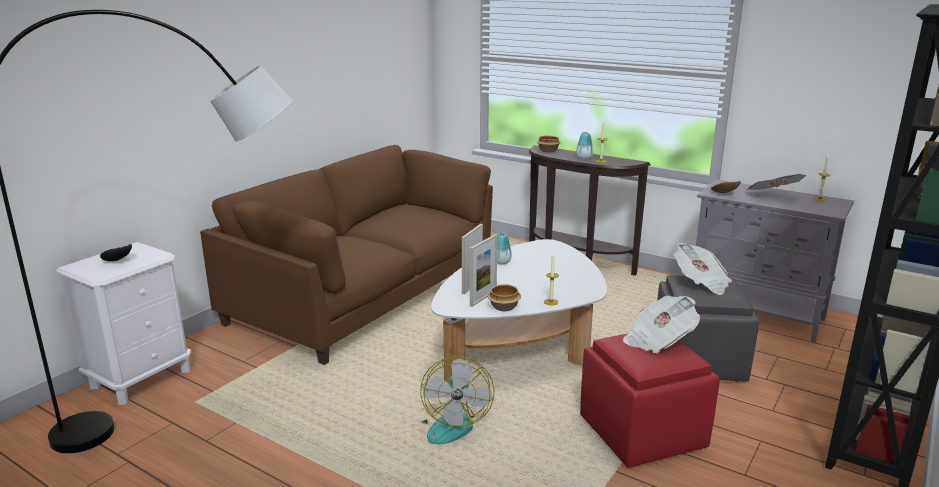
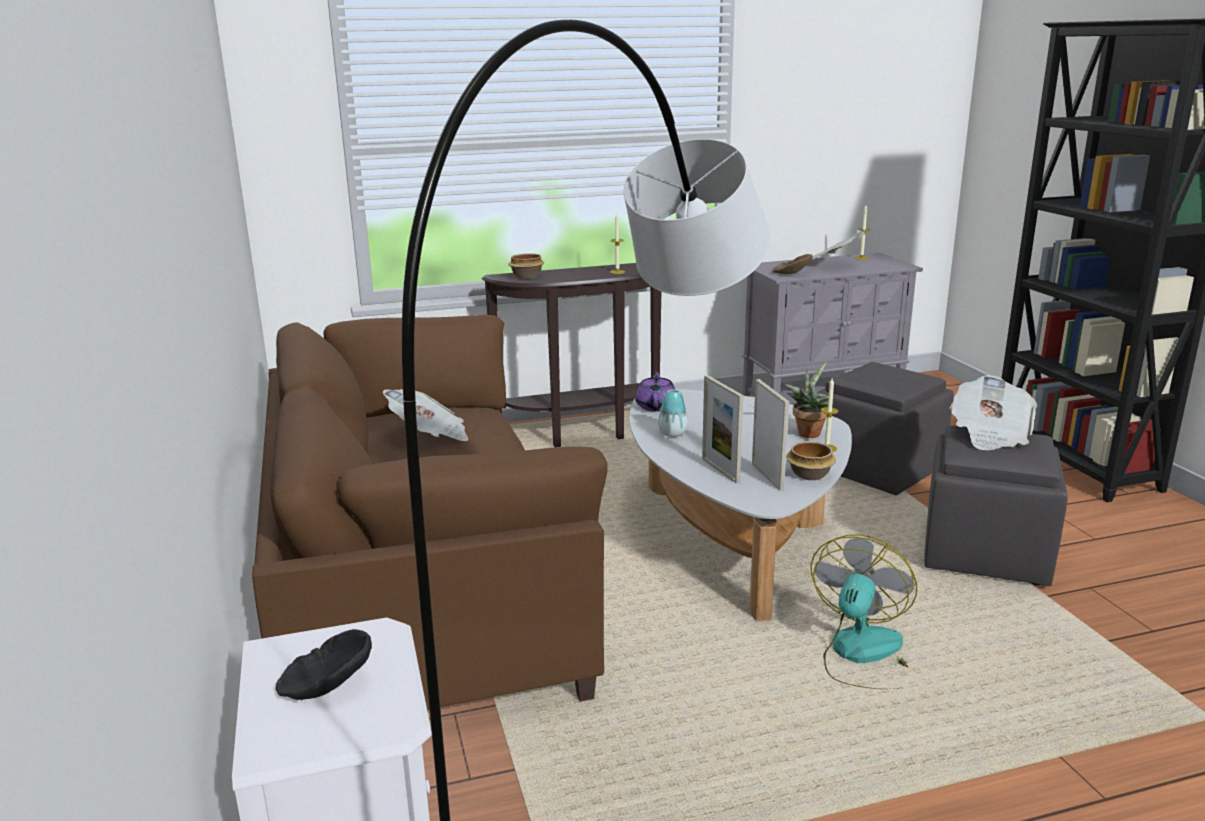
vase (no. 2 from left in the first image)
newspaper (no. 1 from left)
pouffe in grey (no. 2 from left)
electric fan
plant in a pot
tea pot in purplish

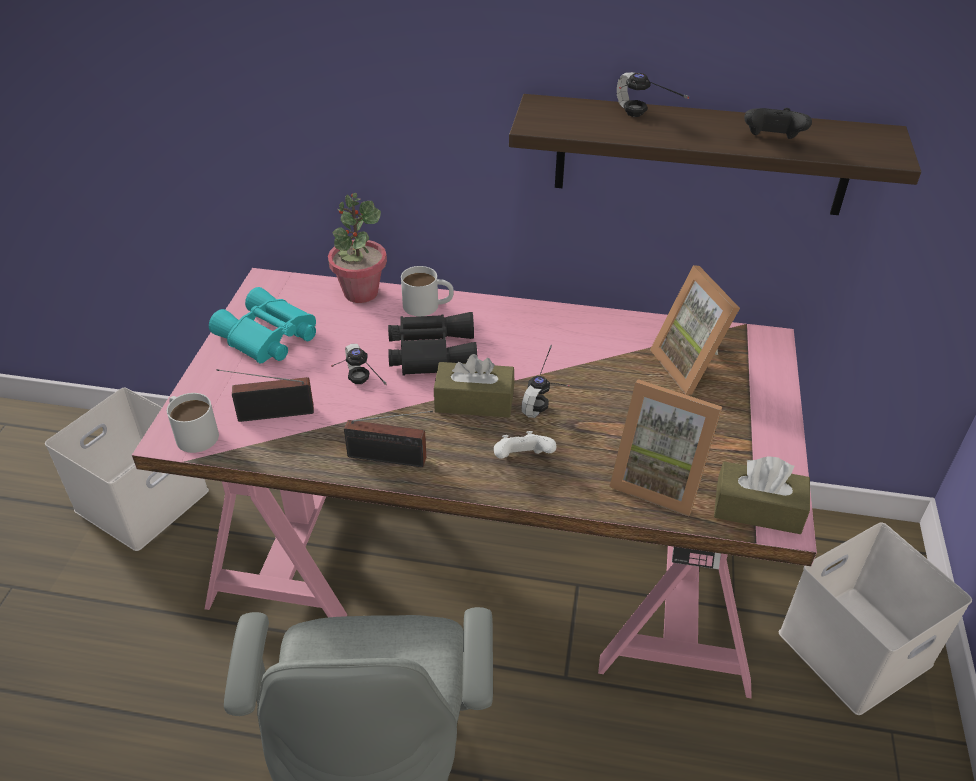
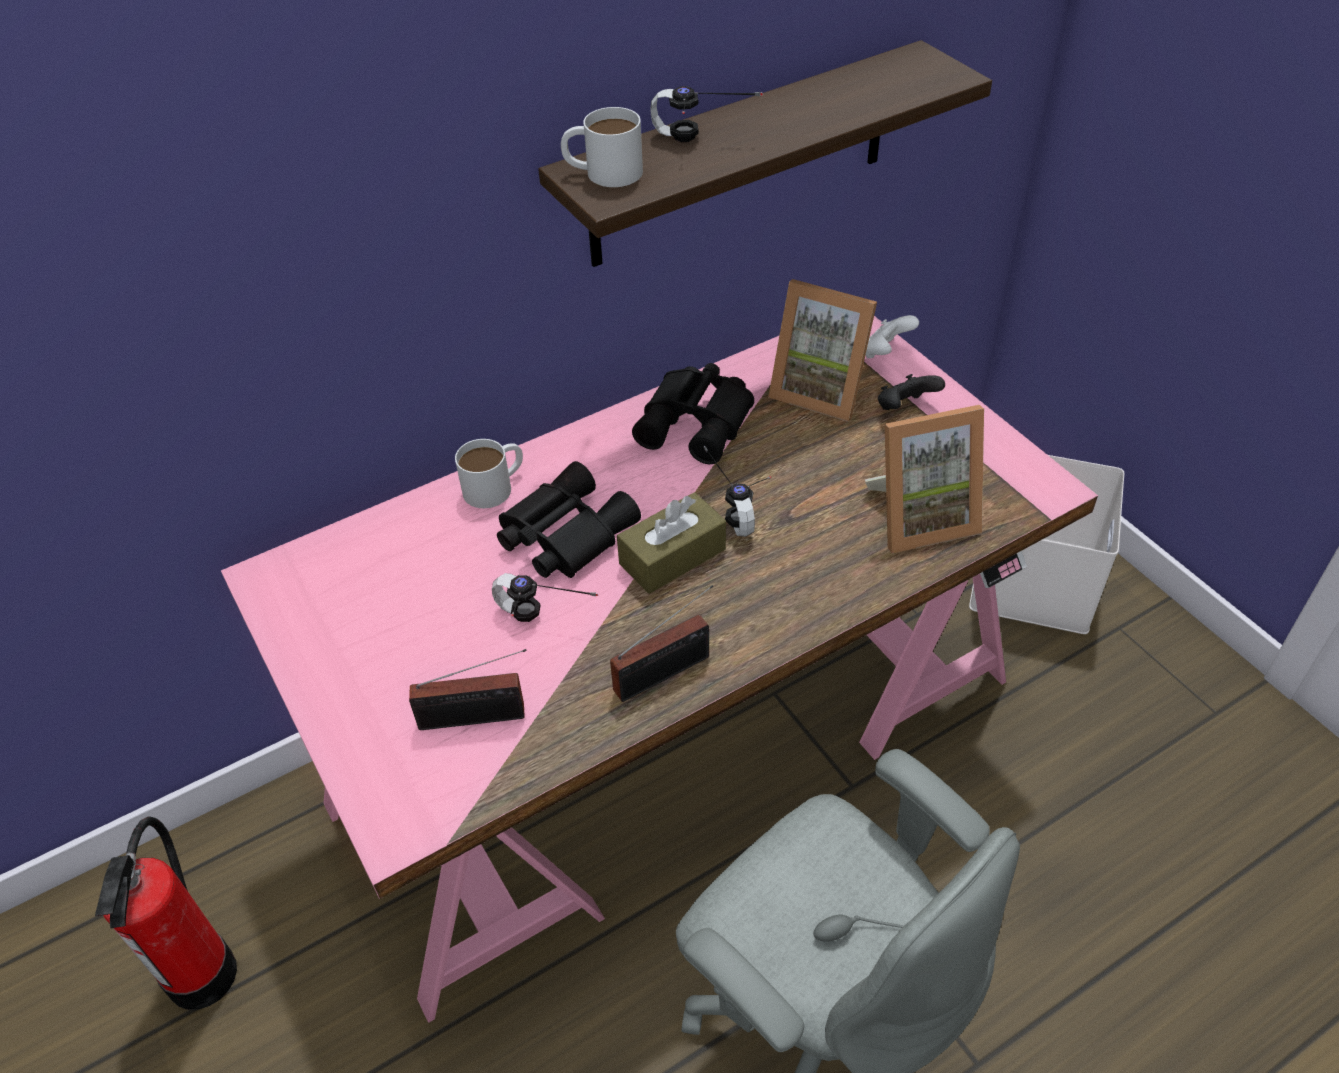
joypad in blackish
plant in a pot
binoculars in turquoise
radio (no. 1 from left)
fire-fighting cylinder
tea mug in whitish (no. 2 from left)
joypad in whitish
tissue box in brown (no. 2 from left in the first image)
binoculars in blackish (no. 2 from left)

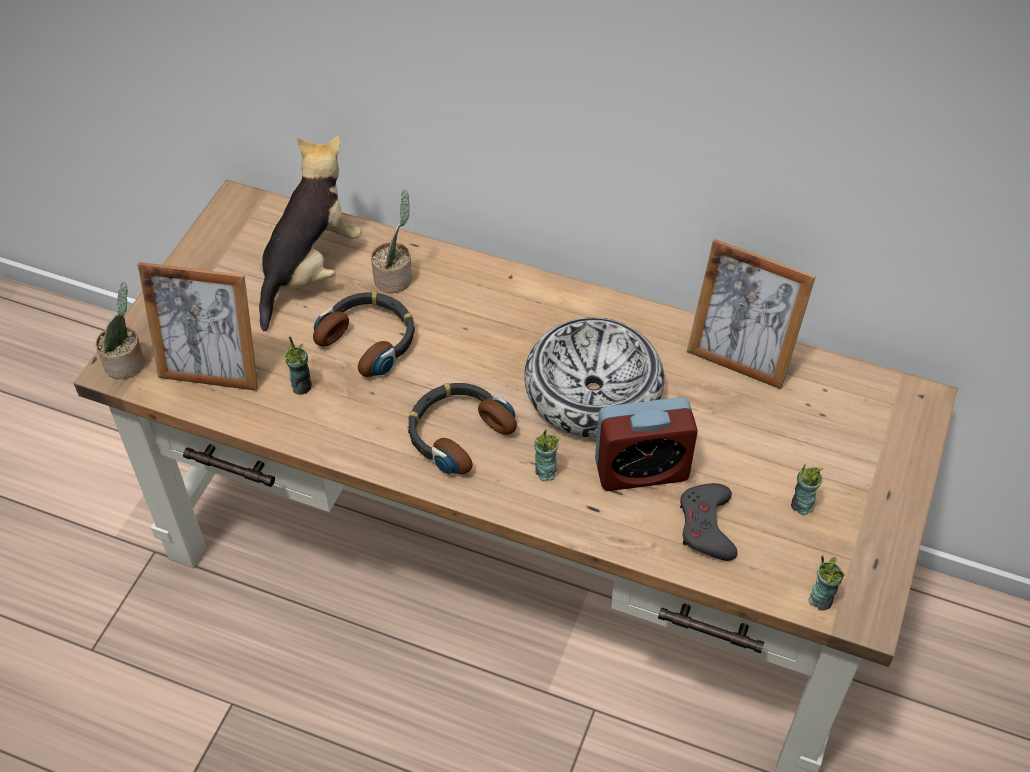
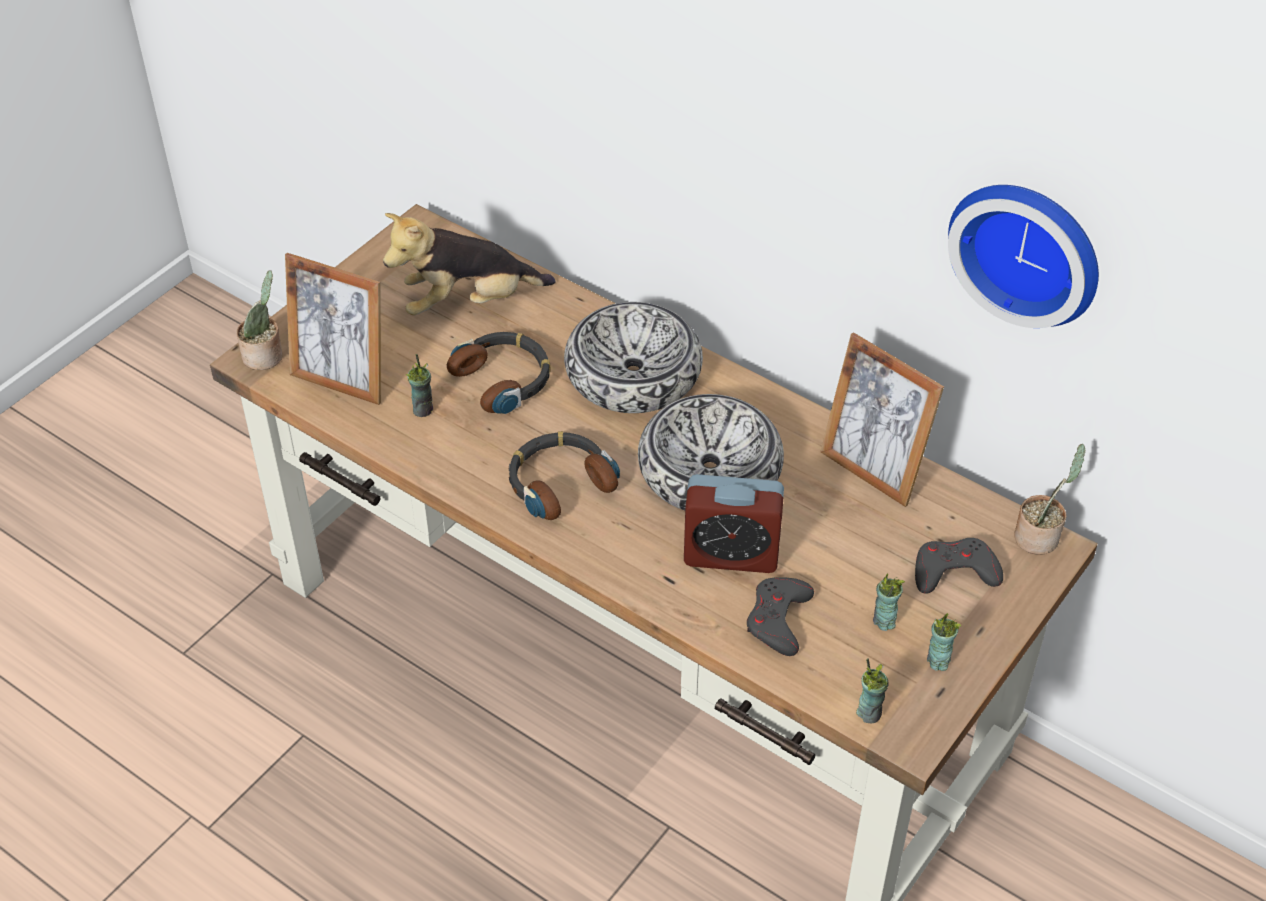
cuddly toy
plant in a pot (no. 2 from left)
small cup (no. 4 from left)
wall clock
bowl (no. 1 from left)
joypad in grey (no. 2 from left)

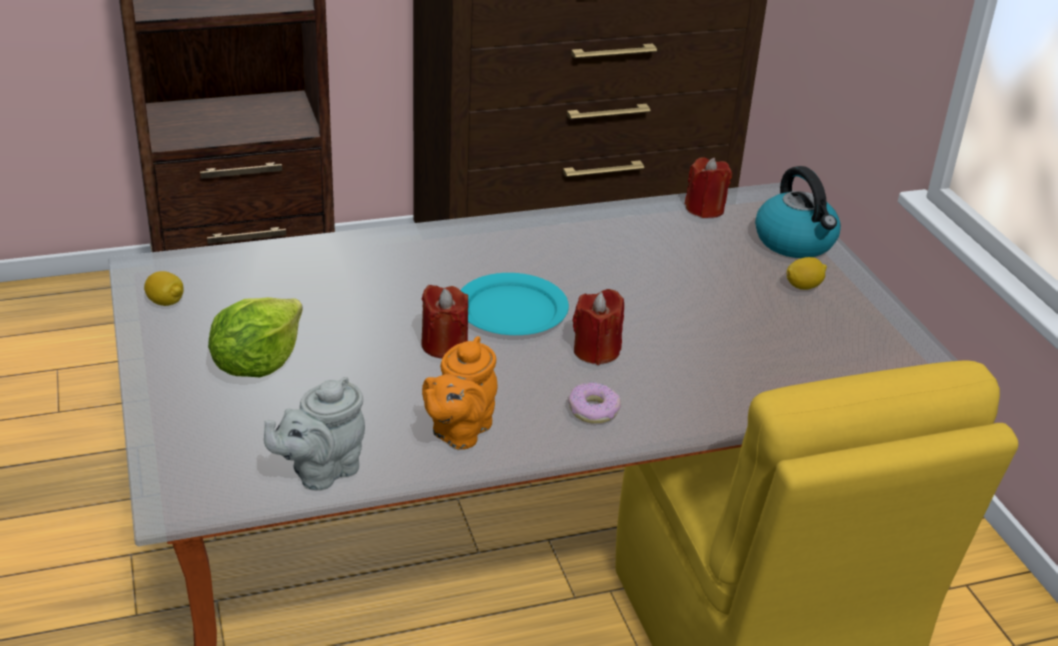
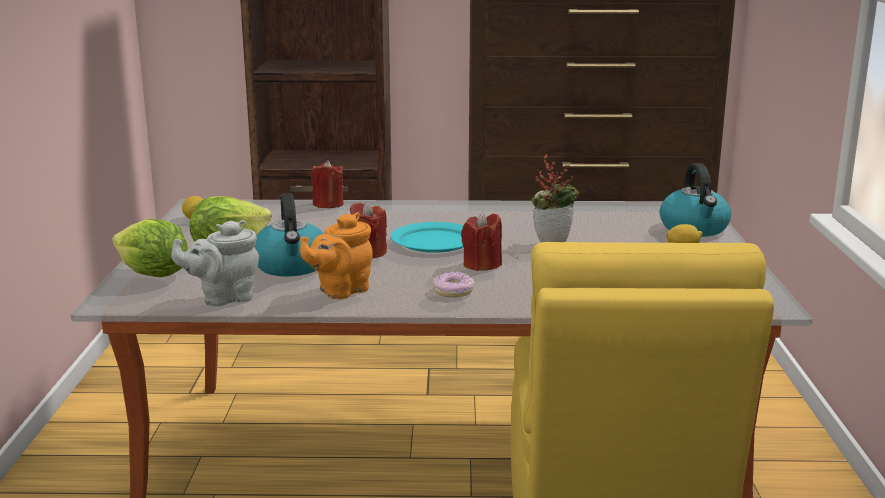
candle in reddish (no. 1 from left)
plant in a pot
tea kettle (no. 1 from left)
head of lettuce (no. 1 from left)

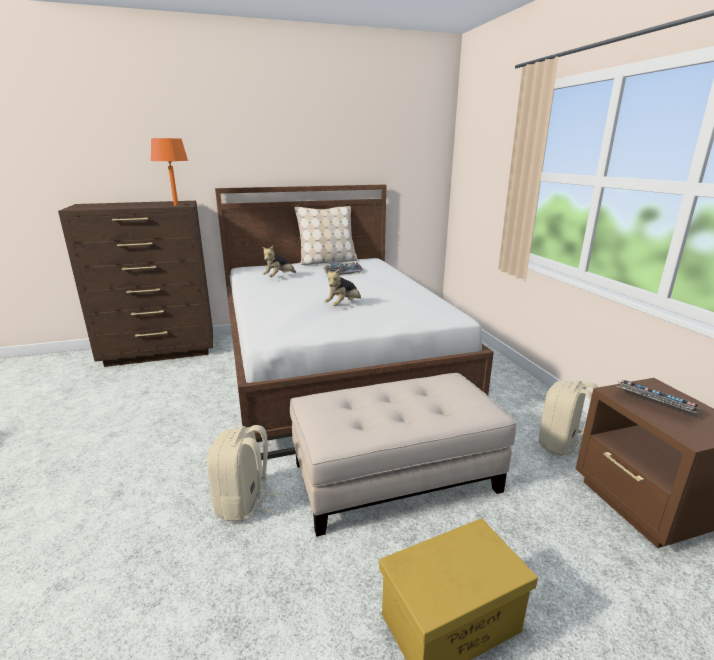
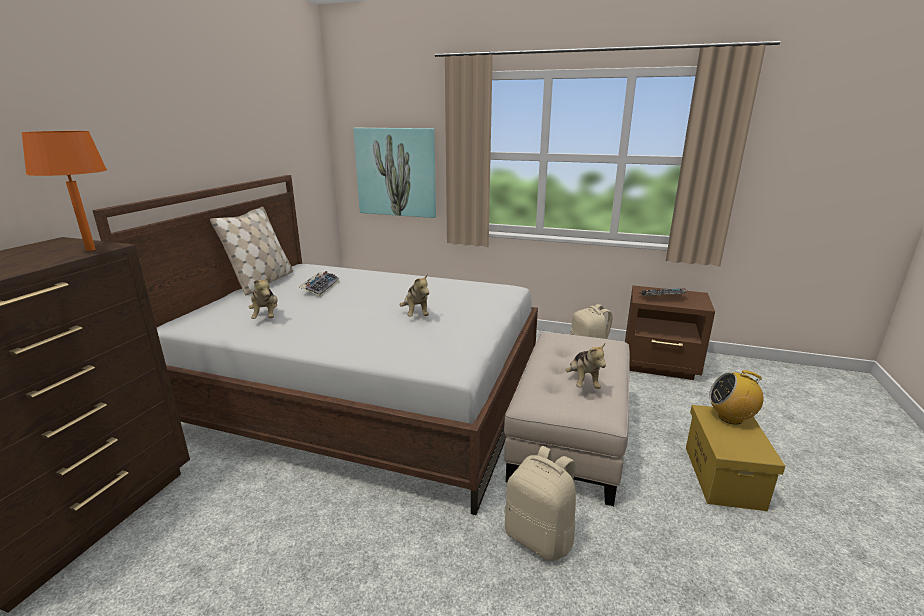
wall picture
cuddly toy (no. 3 from left)
radio

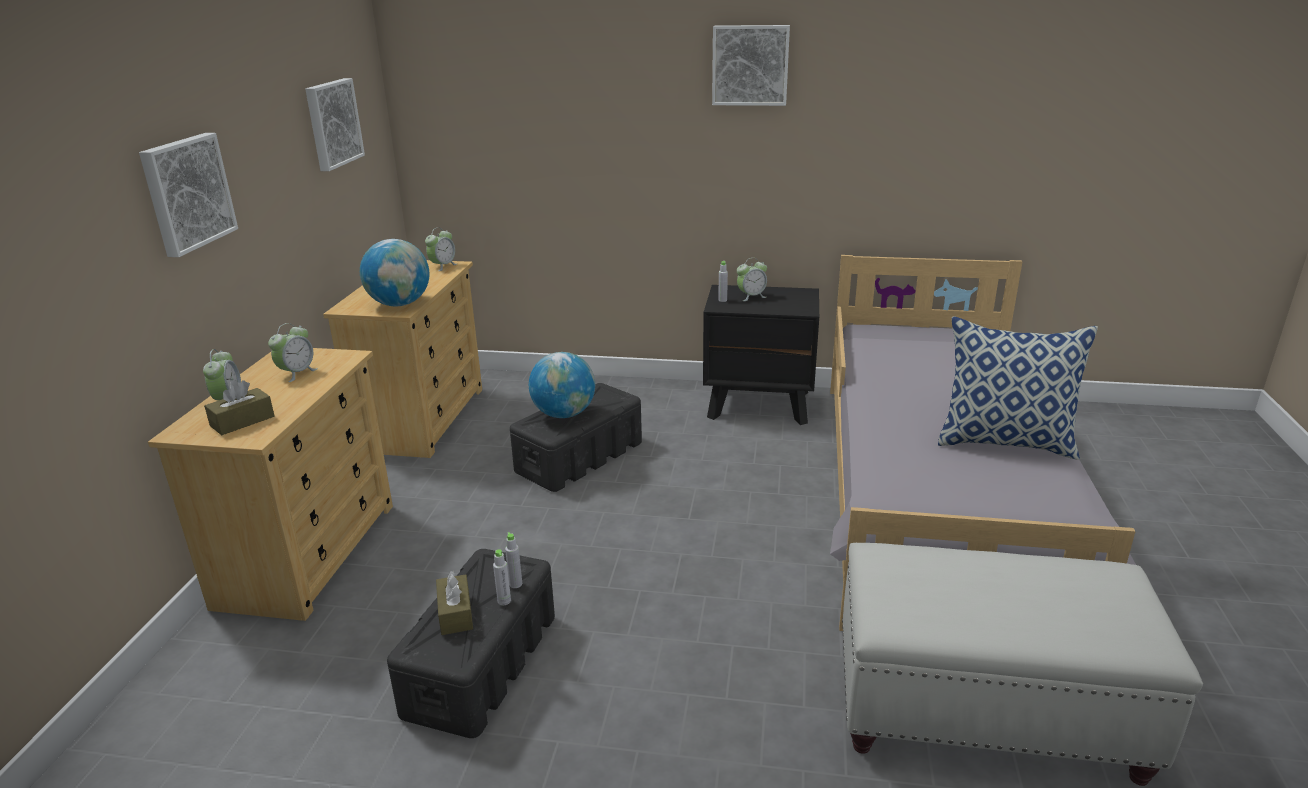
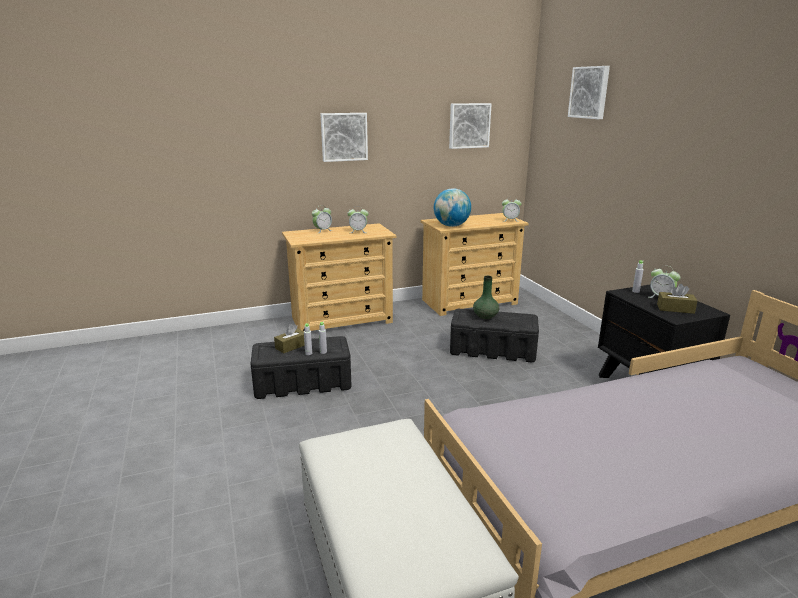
wall picture (no. 3 from left)
throw pillow
vase in greenish
tissue box in brown (no. 2 from left)

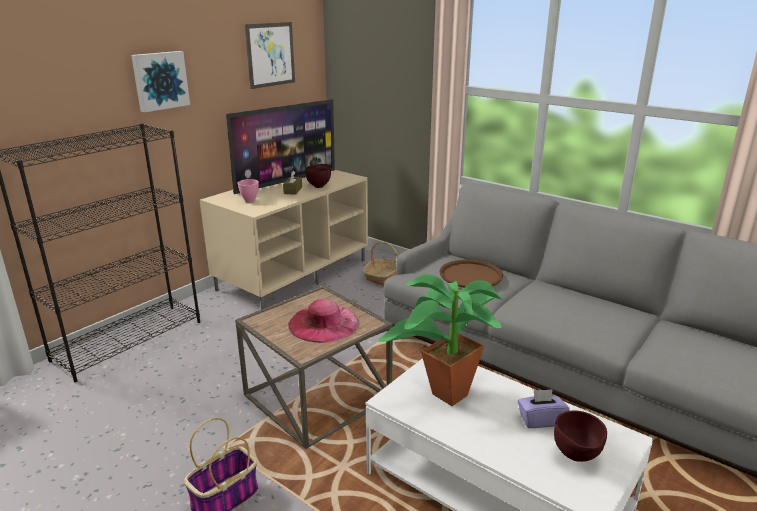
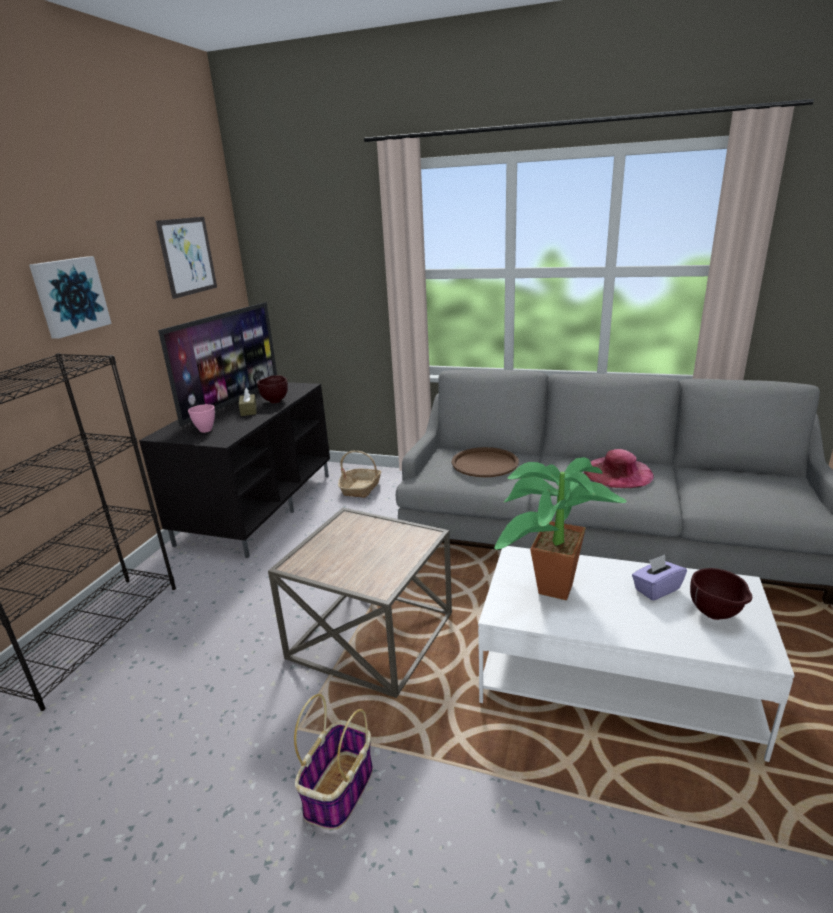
tv unit in blackish
wearable hat in pink

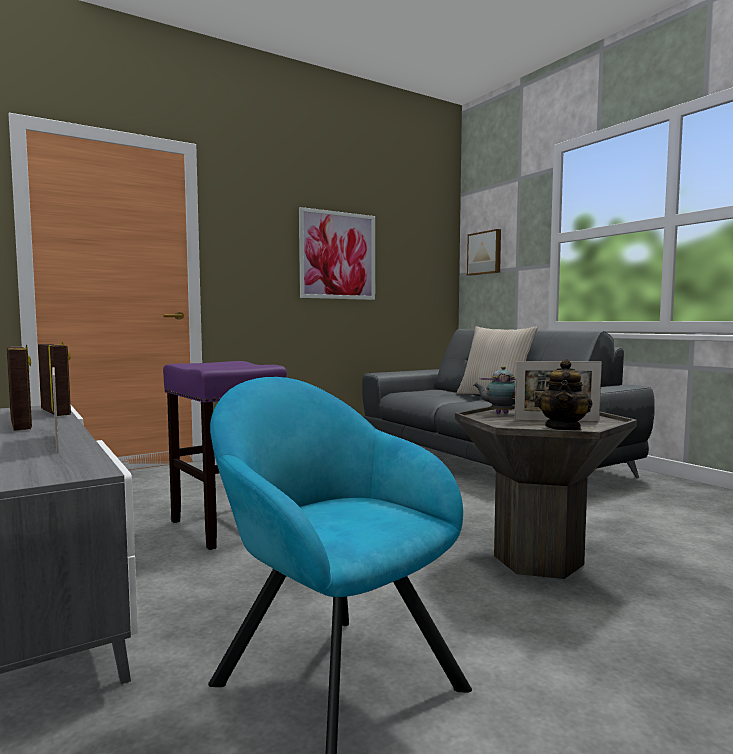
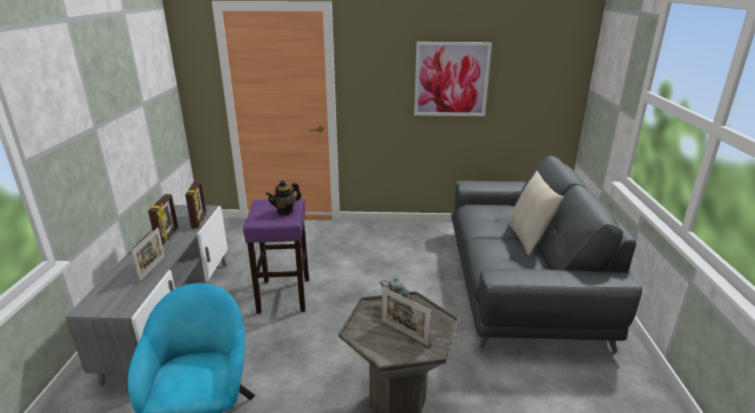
wall picture (no. 2 from left in the first image)
tea pot (no. 1 from left)

